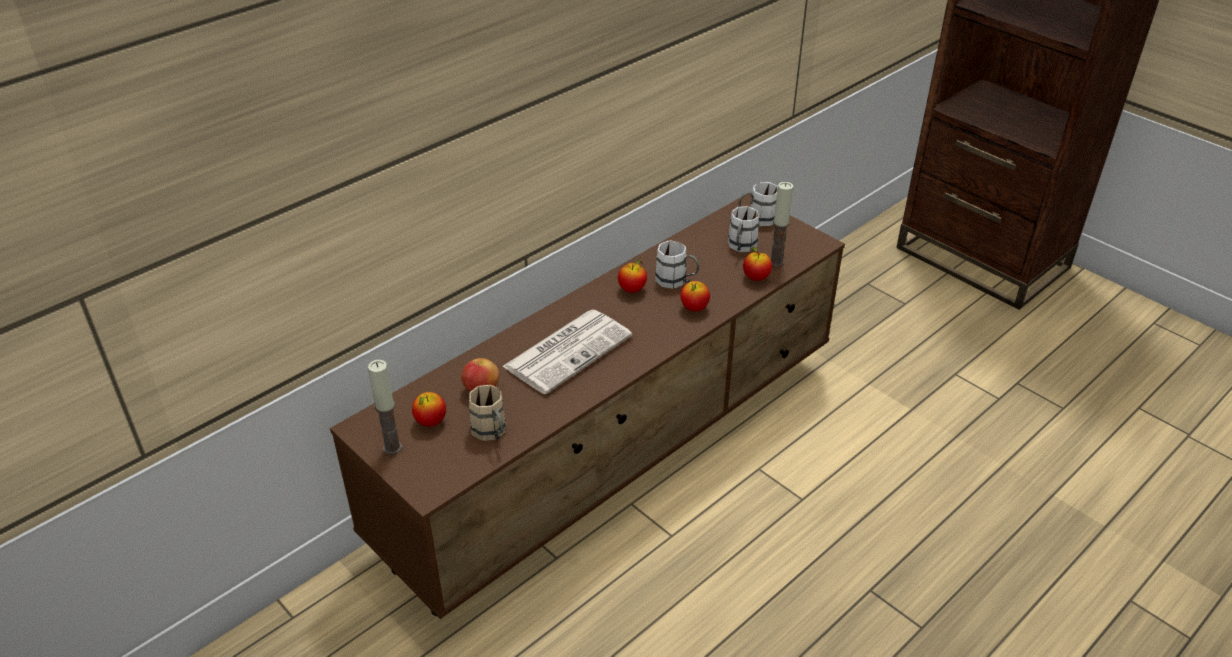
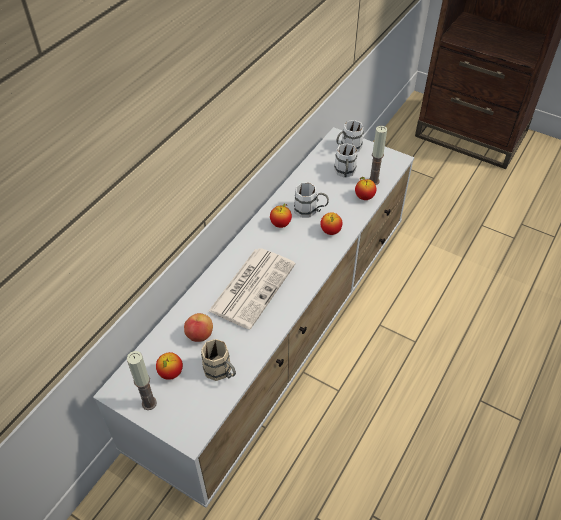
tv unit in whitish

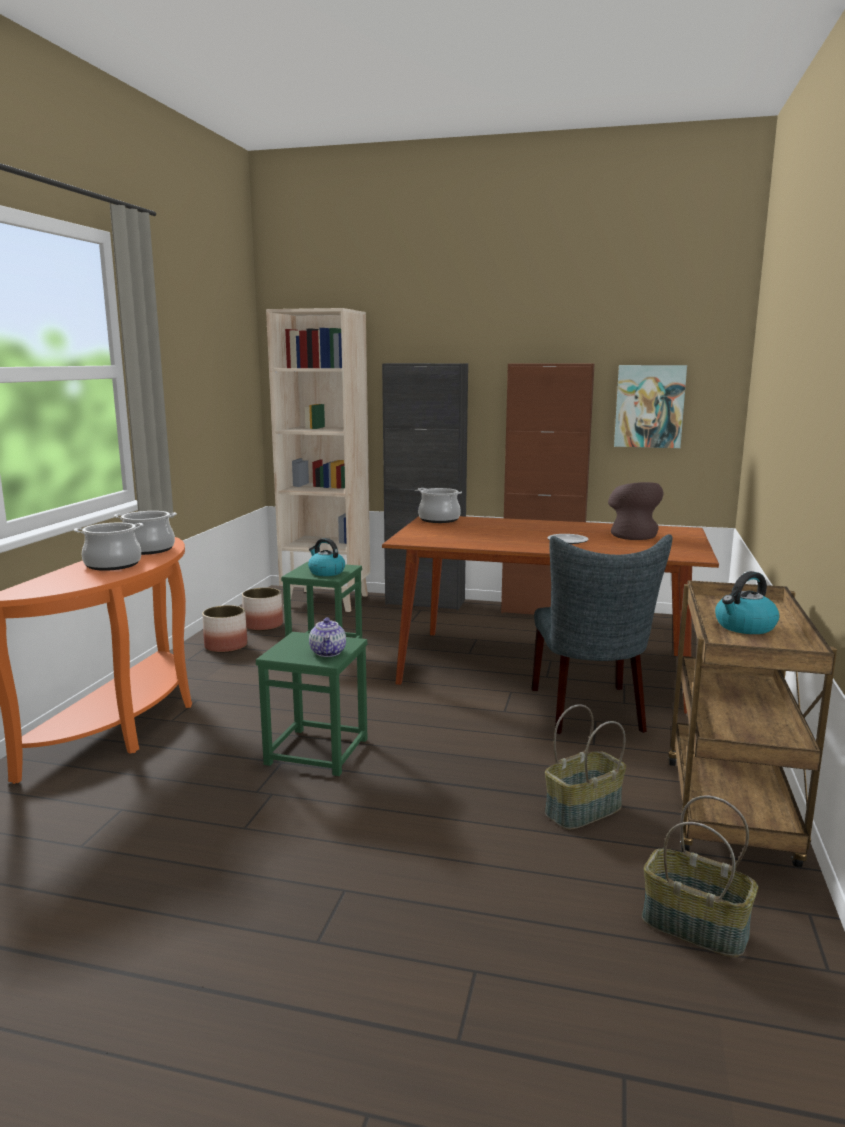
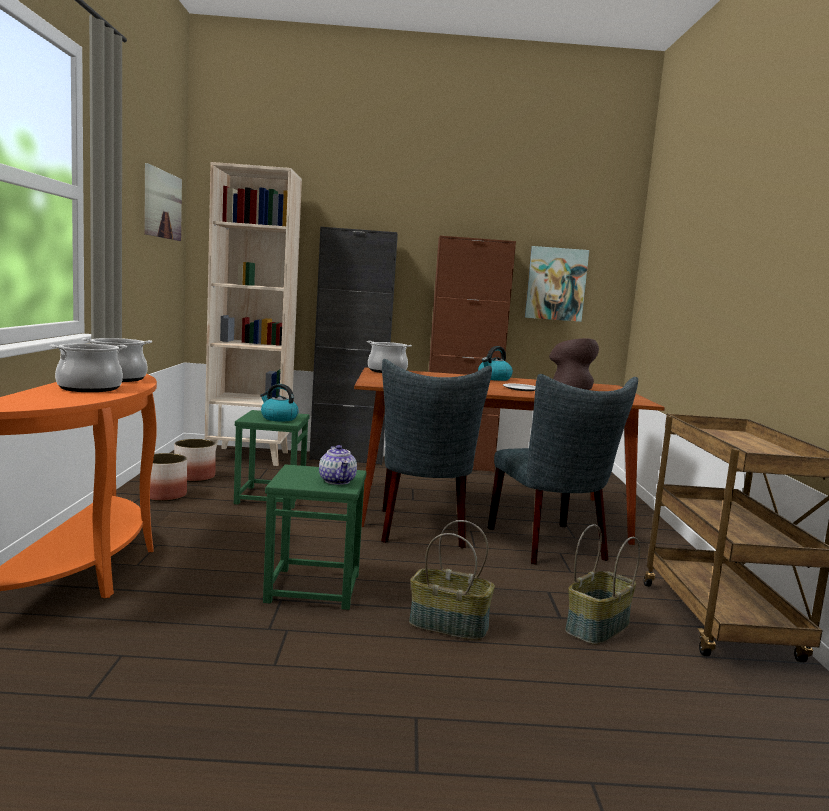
tea kettle (no. 2 from left)
basket (no. 1 from left)
wall picture (no. 1 from left)
chair in grey (no. 1 from left)

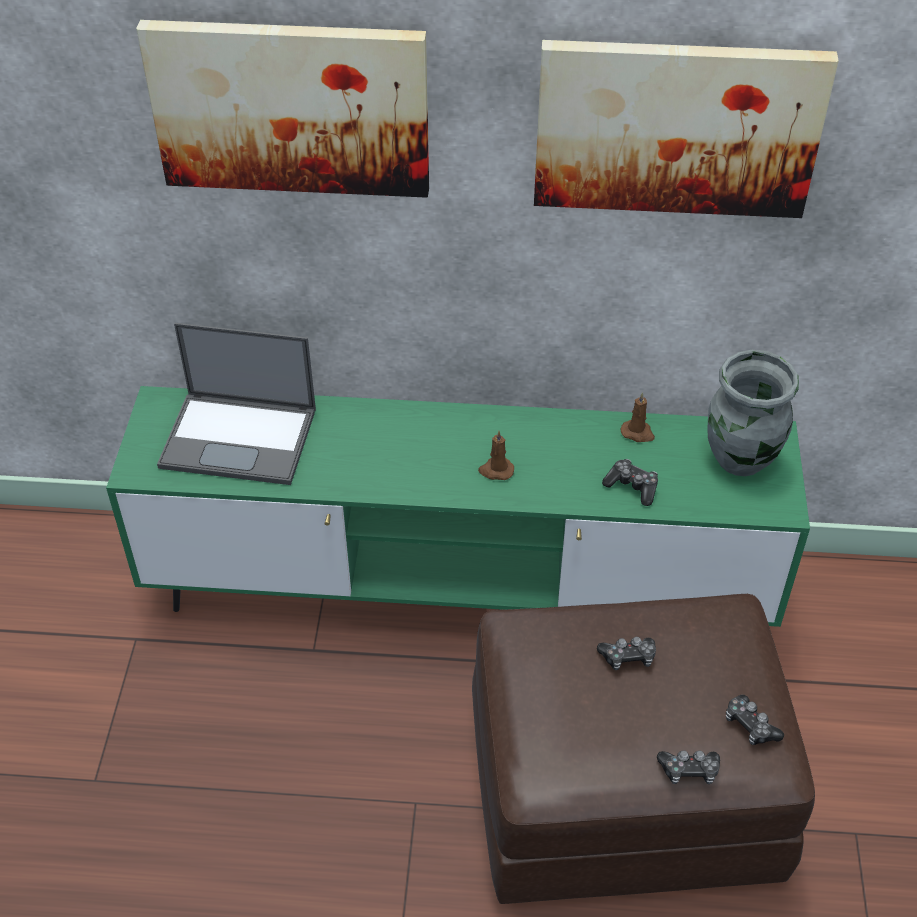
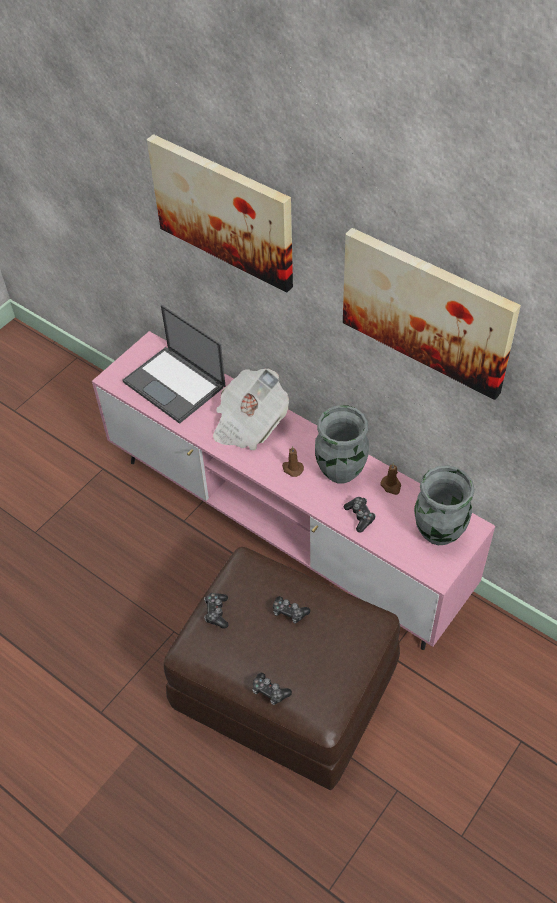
tv unit in pink
joypad (no. 1 from left)
newspaper
vase in grey (no. 1 from left)

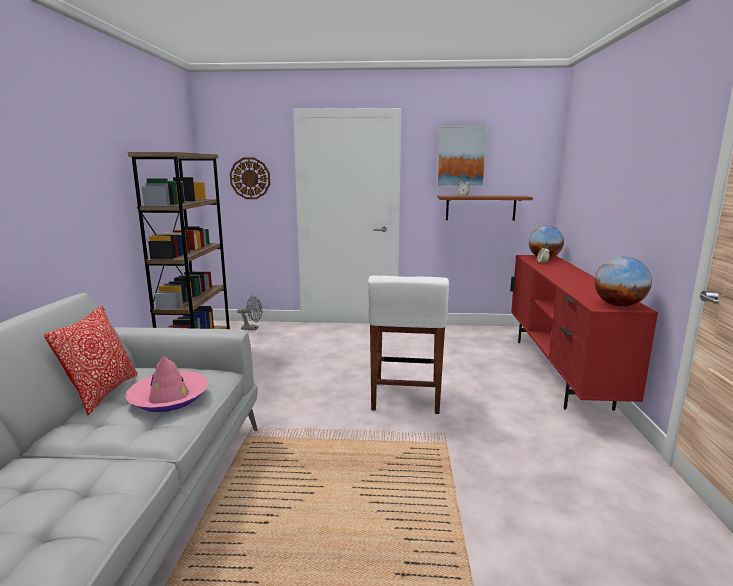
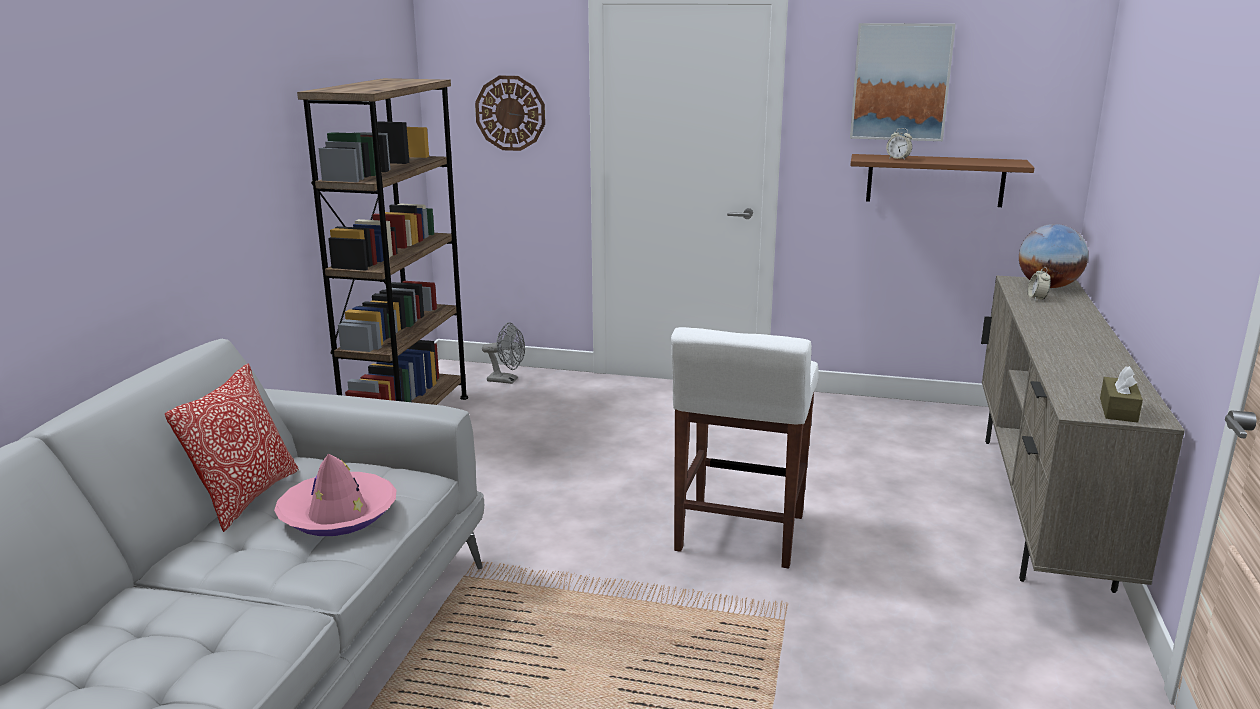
tv unit in beige-coloured
tissue box in brown

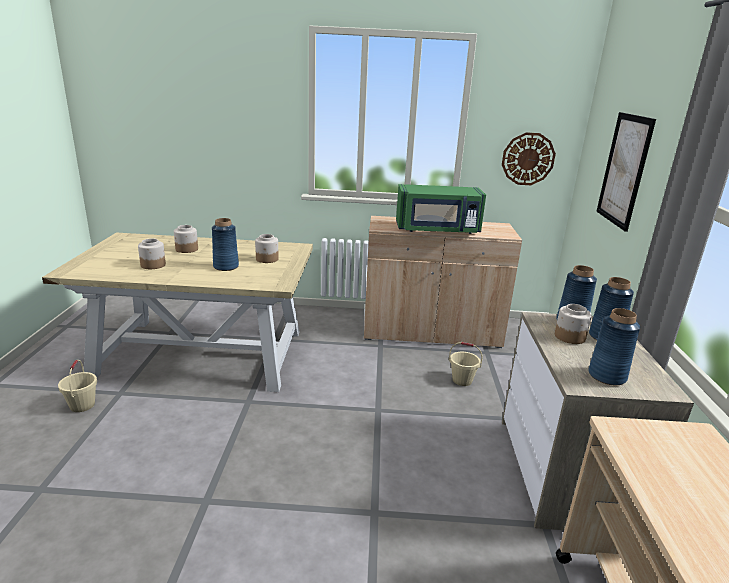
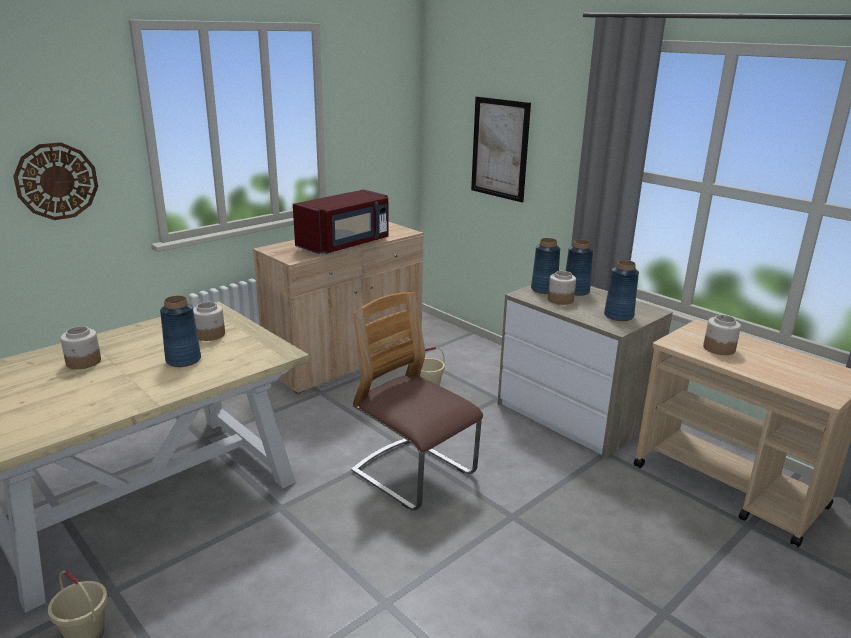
wall clock
microwave in reddish
jar (no. 4 from left)
chair

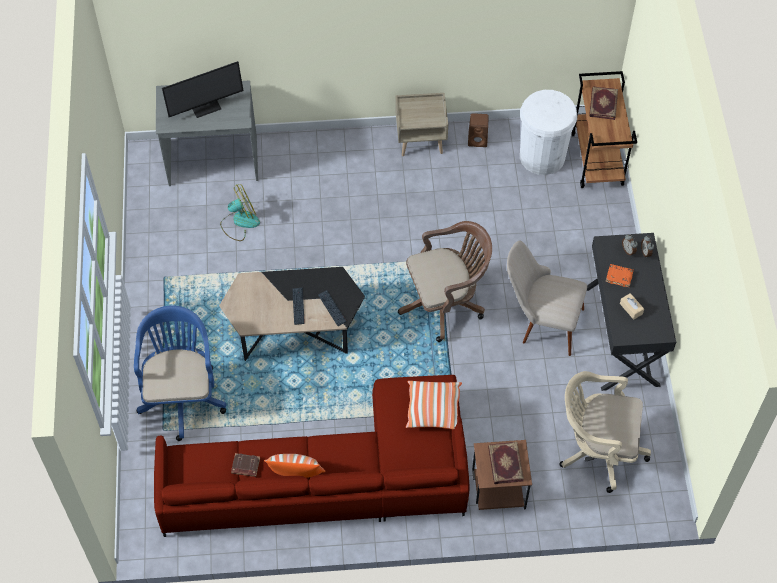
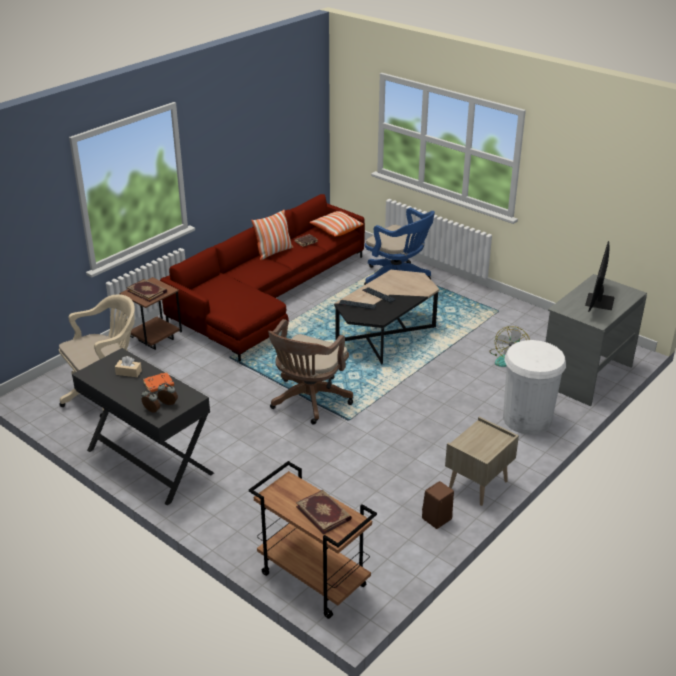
trash can in whitish
chair in beige-coloured
throw pillow (no. 2 from left)

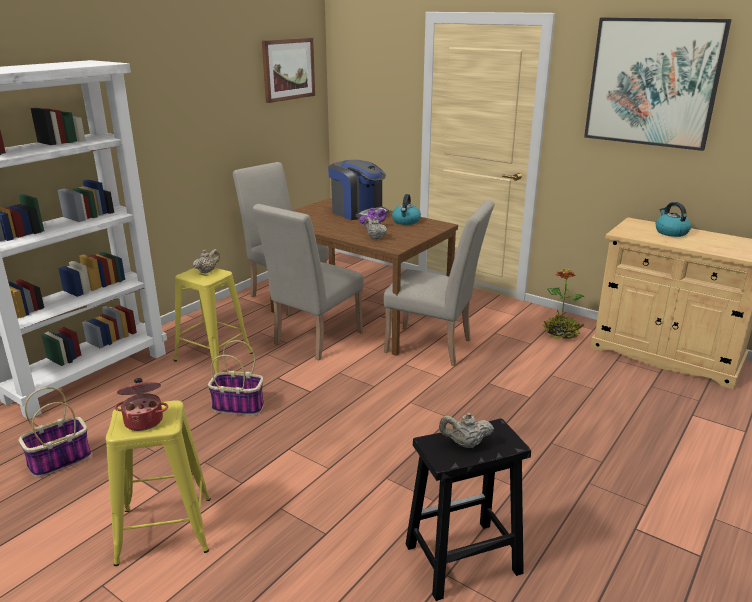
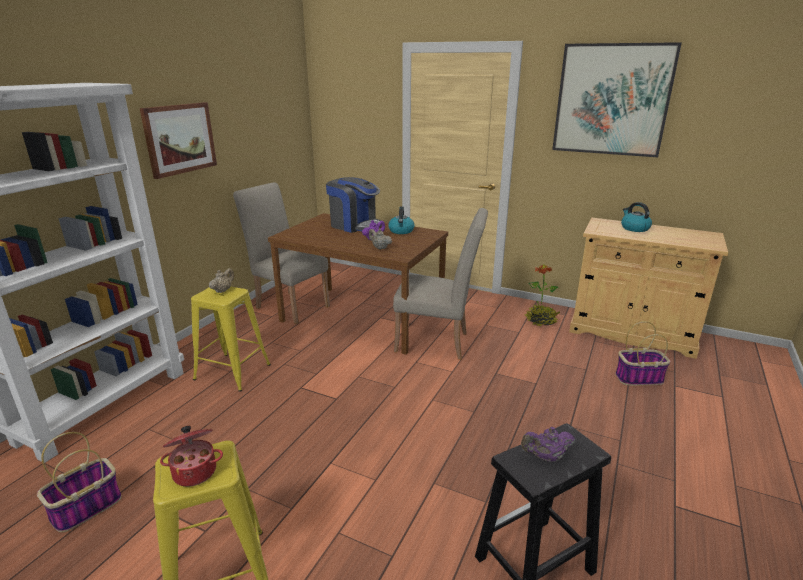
wall picture (no. 1 from left)
chair in beige-coloured (no. 2 from left in the first image)
basket (no. 2 from left)
tea pot in purplish (no. 2 from left)

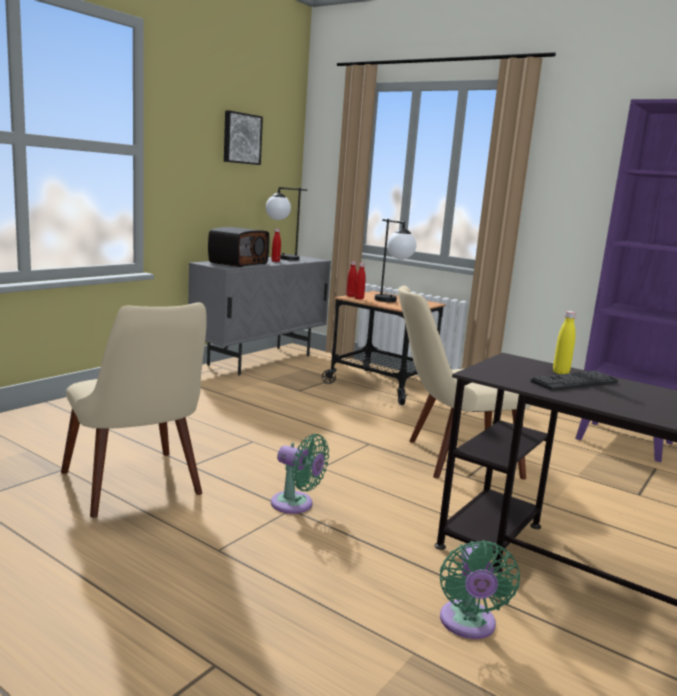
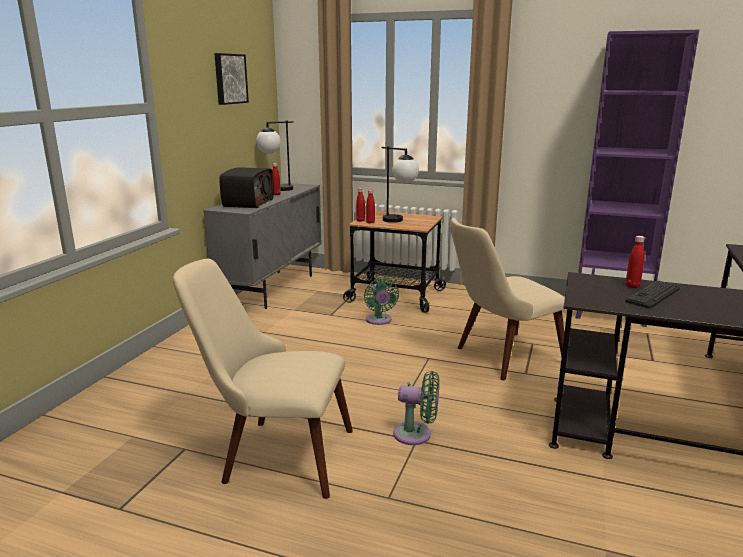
chair in beige-coloured (no. 1 from left)
beverage bottle in reddish (no. 4 from left)
electric fan in greenish (no. 1 from left)

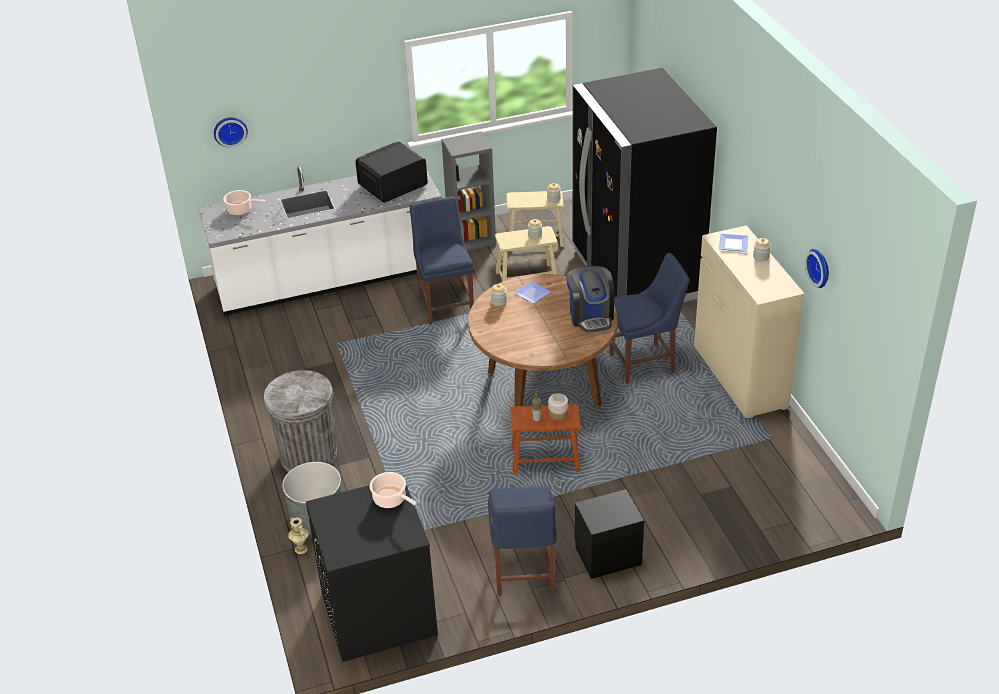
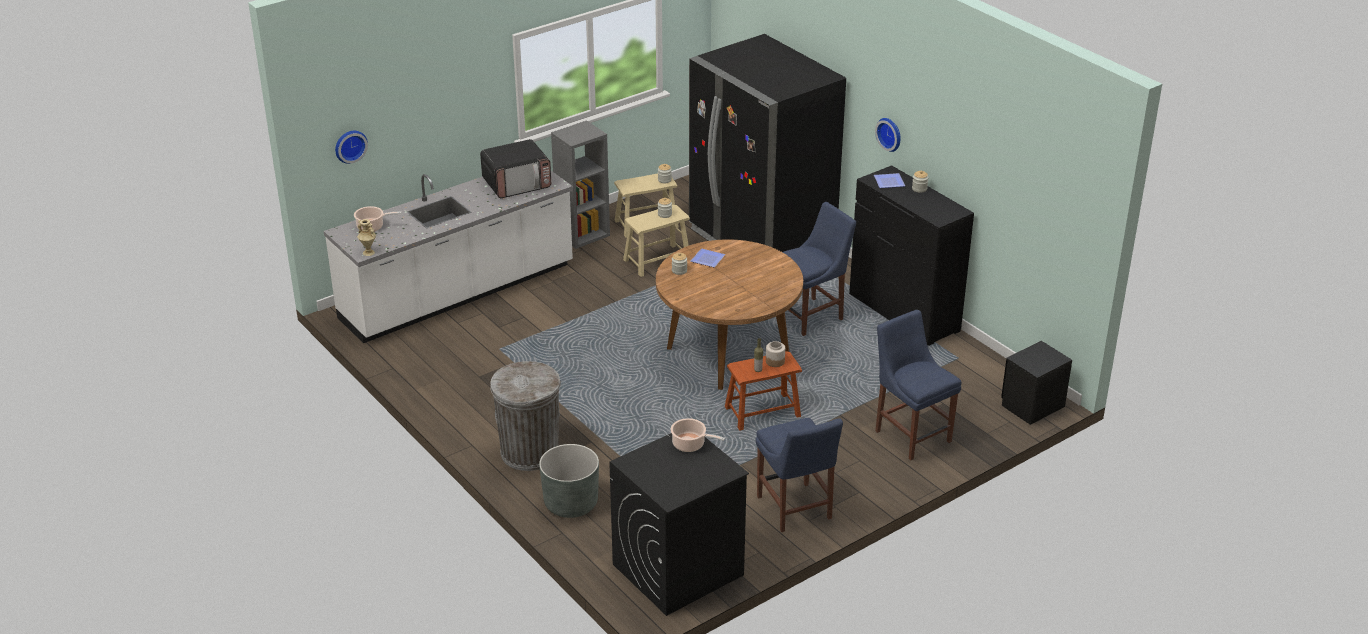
microwave
chair in bluish (no. 3 from left)
chest of drawers in blackish
wall clock (no. 2 from left)
coffee brewer
night table in blackish
vase in beige-coloured

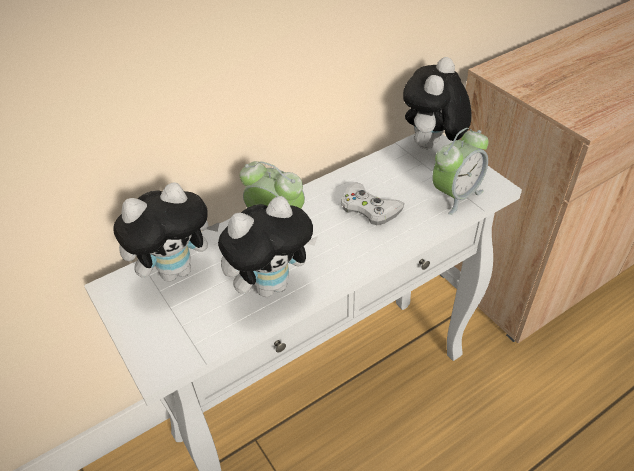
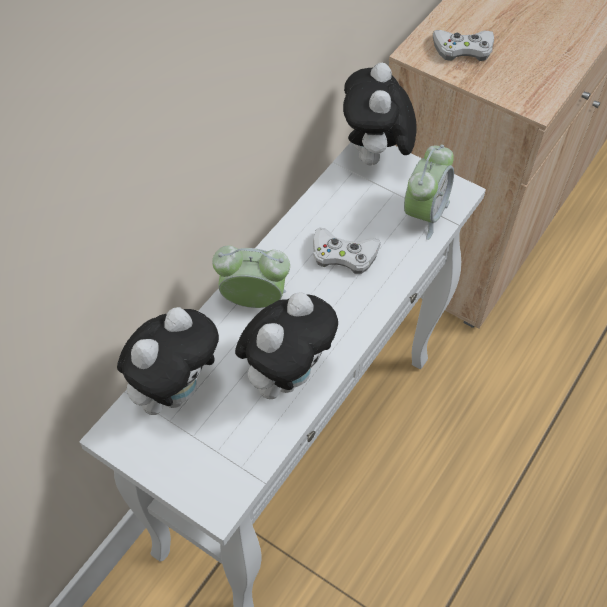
joypad in whitish (no. 2 from left)

